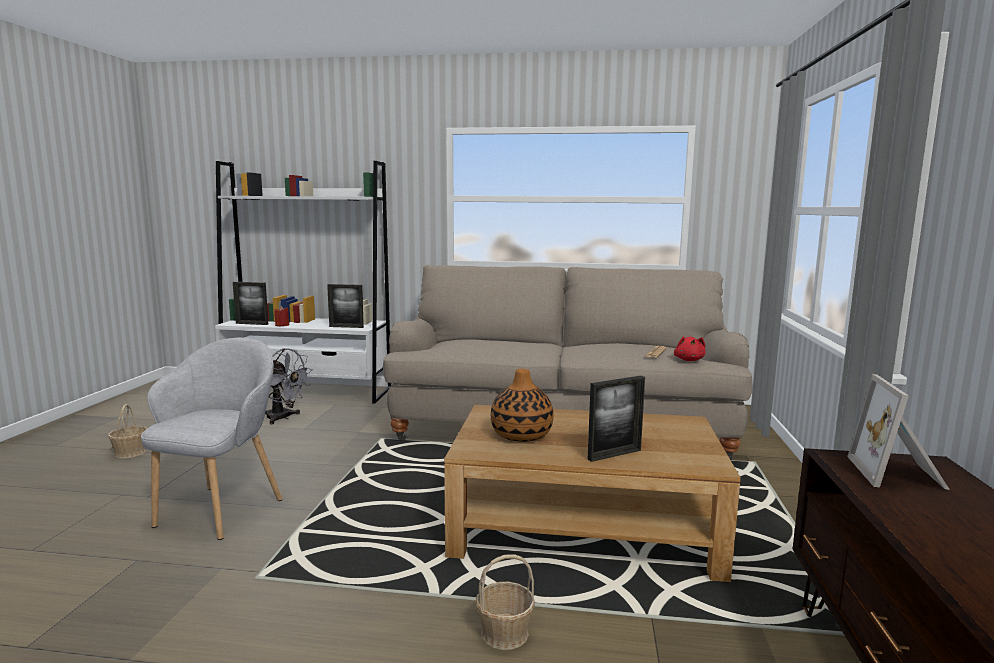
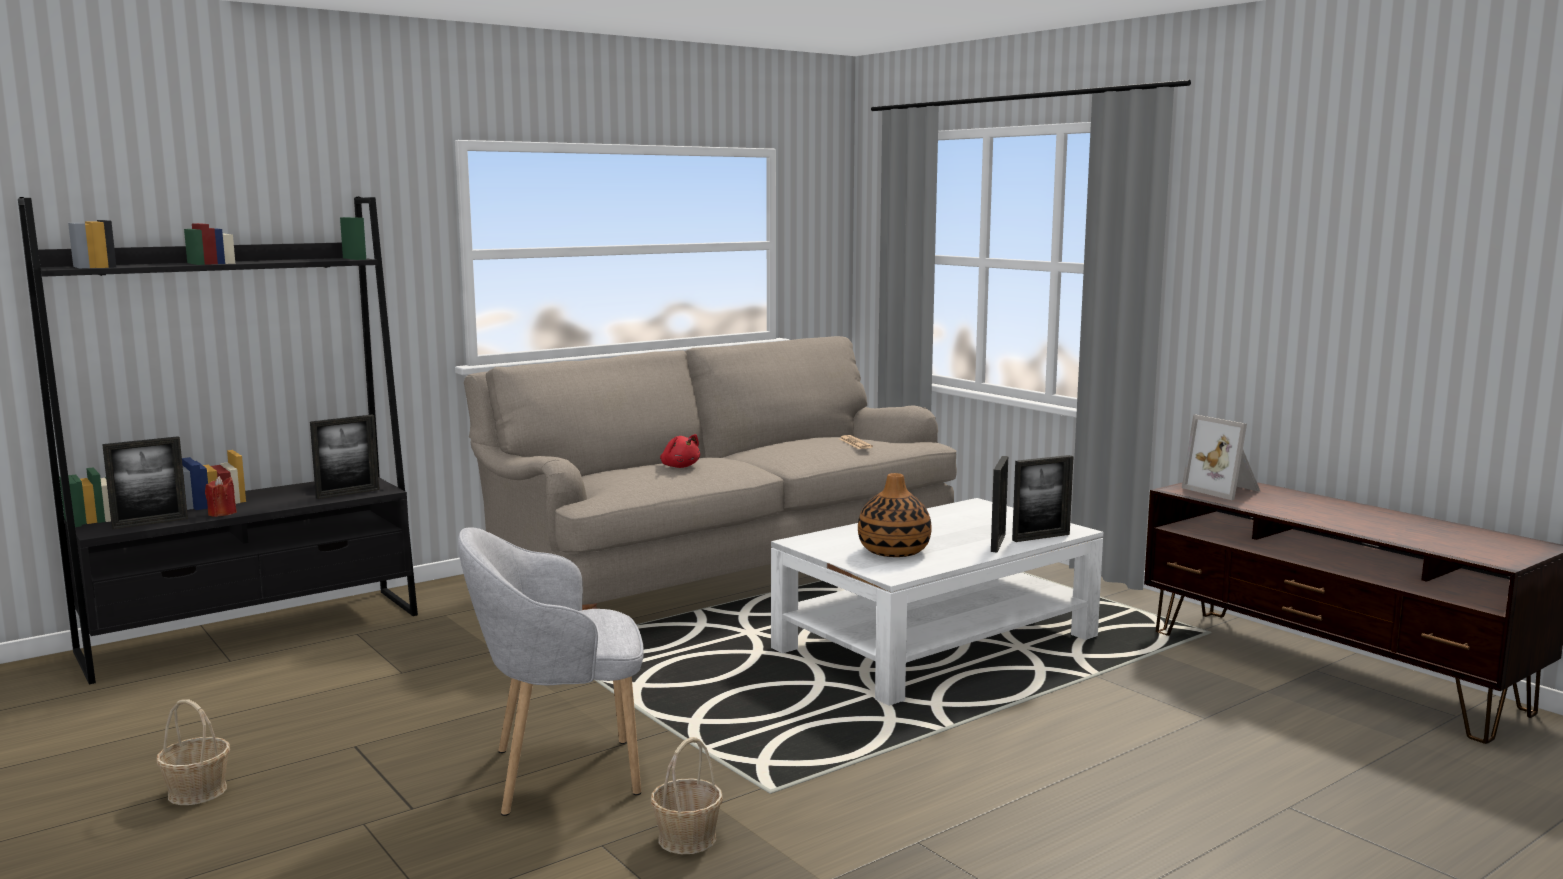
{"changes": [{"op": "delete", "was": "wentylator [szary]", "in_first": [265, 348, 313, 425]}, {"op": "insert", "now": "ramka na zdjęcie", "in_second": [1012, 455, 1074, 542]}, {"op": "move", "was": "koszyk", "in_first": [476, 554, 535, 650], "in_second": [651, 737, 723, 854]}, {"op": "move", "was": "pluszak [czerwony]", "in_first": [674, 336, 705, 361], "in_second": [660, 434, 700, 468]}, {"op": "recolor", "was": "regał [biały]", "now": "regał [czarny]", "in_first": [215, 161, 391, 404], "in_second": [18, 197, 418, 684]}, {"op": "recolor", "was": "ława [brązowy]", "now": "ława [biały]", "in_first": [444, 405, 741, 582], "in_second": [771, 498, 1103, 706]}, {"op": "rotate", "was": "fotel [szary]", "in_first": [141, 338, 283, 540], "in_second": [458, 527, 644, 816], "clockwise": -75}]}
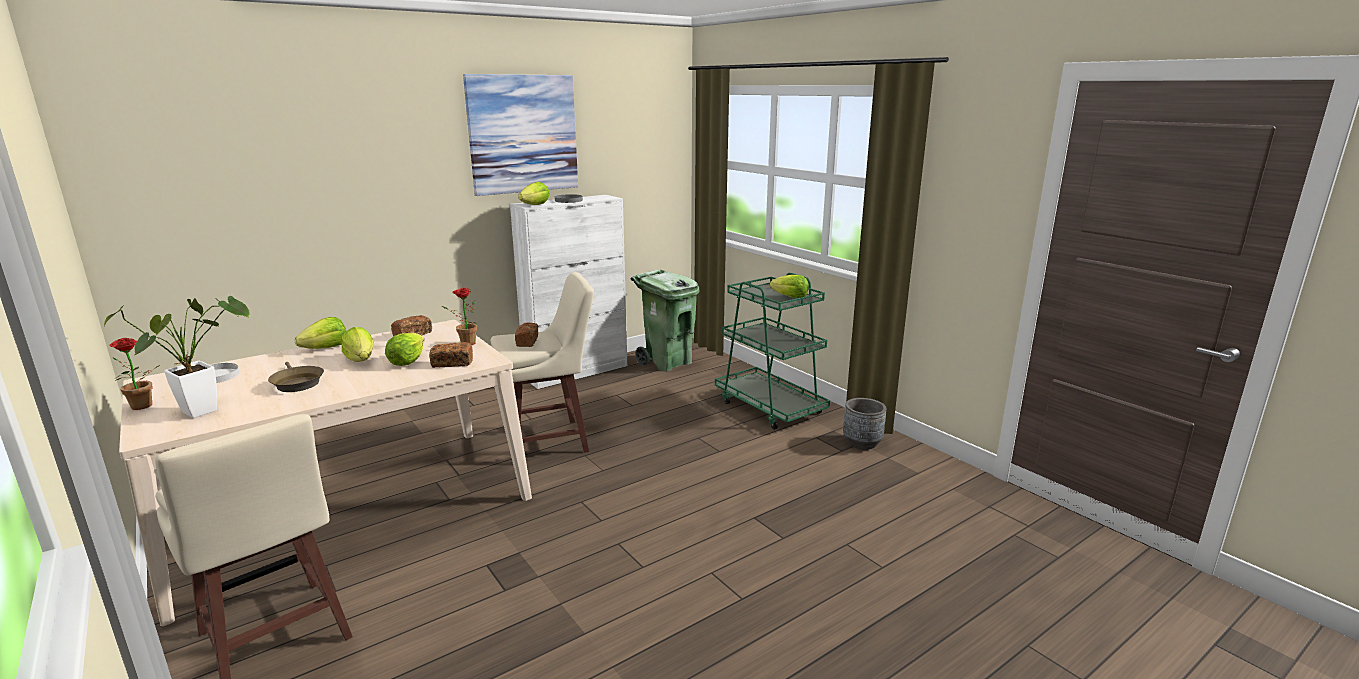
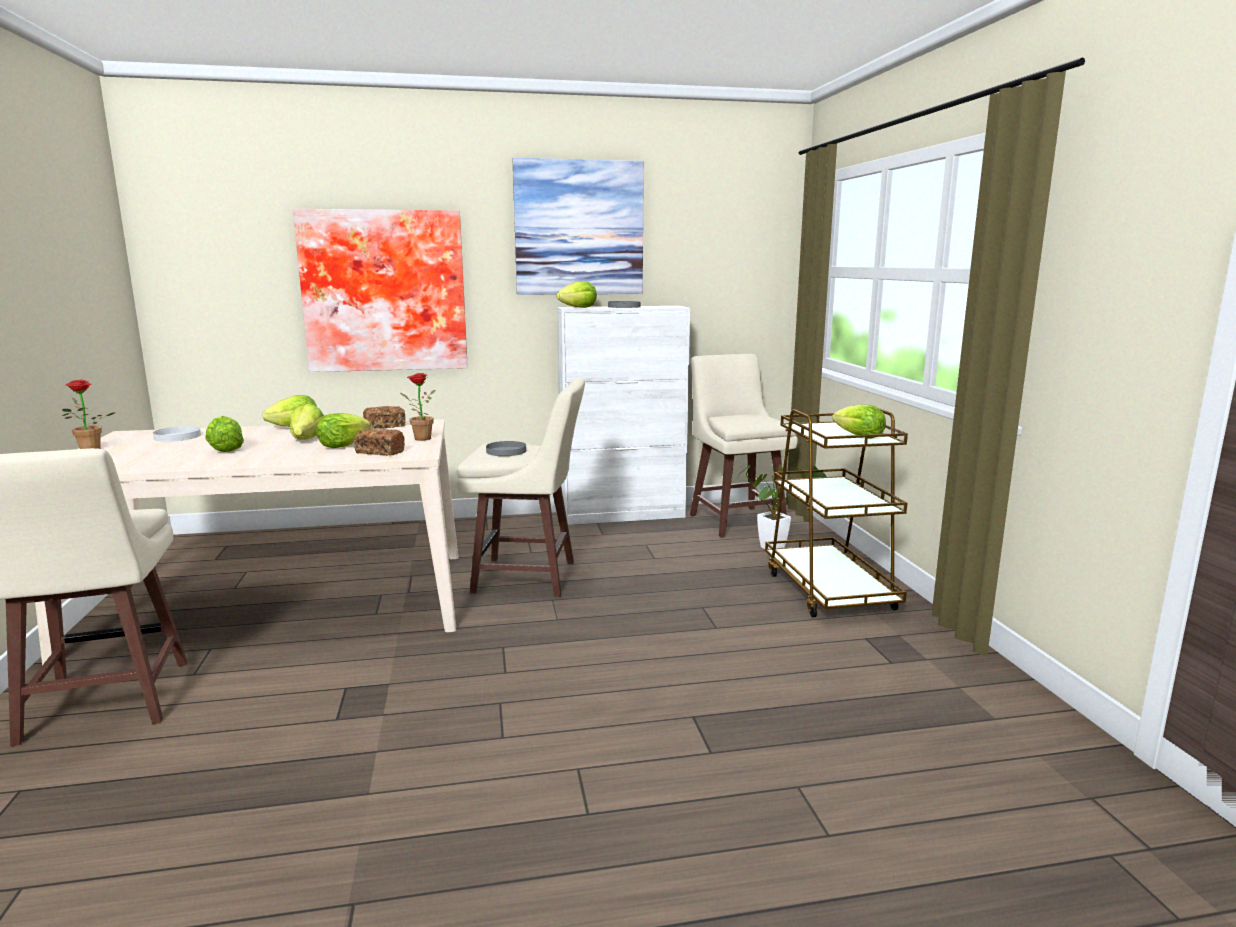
{"changes": [{"op": "delete", "was": "donica [szary]", "in_first": [843, 398, 886, 450]}, {"op": "insert", "now": "obraz", "in_second": [293, 209, 468, 372]}, {"op": "move", "was": "roślina doniczkowa", "in_first": [104, 296, 250, 418], "in_second": [738, 465, 827, 549]}, {"op": "replace", "was": "patelnia [brązowy]", "now": "sałata", "in_first": [268, 362, 324, 392], "in_second": [205, 416, 244, 452]}, {"op": "replace", "was": "chleb", "now": "talerz [szary]", "in_first": [515, 323, 538, 347], "in_second": [486, 441, 526, 456]}, {"op": "replace", "was": "kosz na śmieci [zielony]", "now": "stołek [beżowy]", "in_first": [631, 270, 700, 372], "in_second": [690, 354, 798, 538]}, {"op": "recolor", "was": "wózek [zielony]", "now": "wózek [brązowy]", "in_first": [715, 273, 830, 430], "in_second": [765, 408, 908, 617]}]}
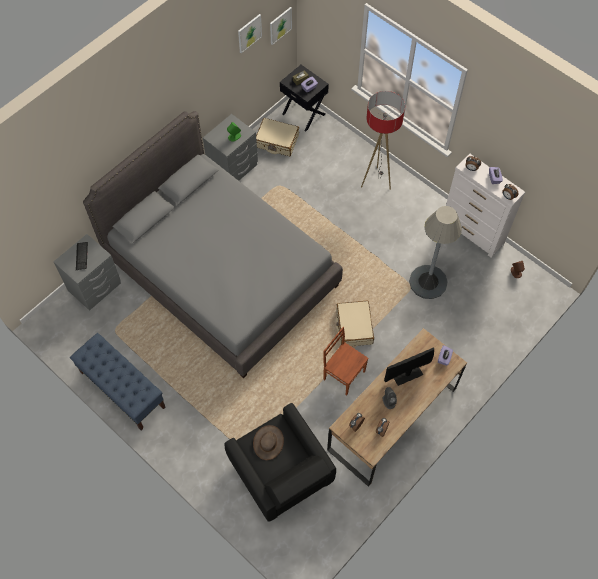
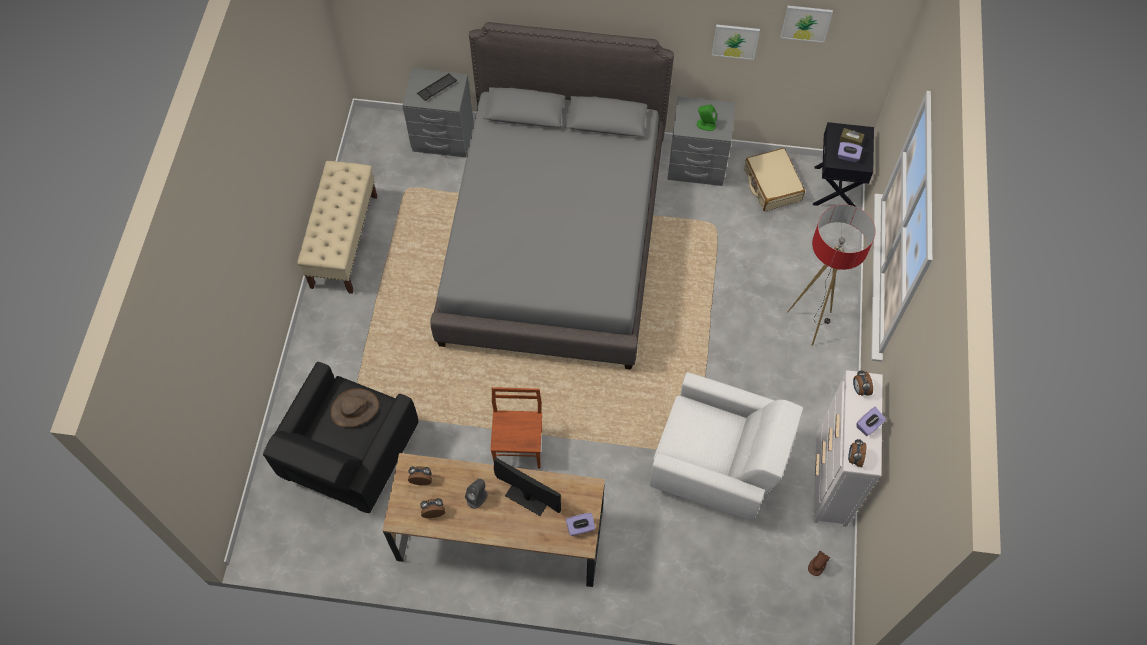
{"changes": [{"op": "delete", "was": "walizka [beżowy]", "in_first": [336, 301, 374, 346]}, {"op": "move", "was": "obraz", "in_first": [270, 7, 292, 45], "in_second": [712, 24, 760, 60]}, {"op": "replace", "was": "lampa stojąca [szary]", "now": "fotel [biały]", "in_first": [409, 206, 462, 299], "in_second": [649, 372, 803, 521]}, {"op": "recolor", "was": "ławka [niebieski]", "now": "ławka [beżowy]", "in_first": [70, 333, 165, 430], "in_second": [297, 161, 377, 294]}]}
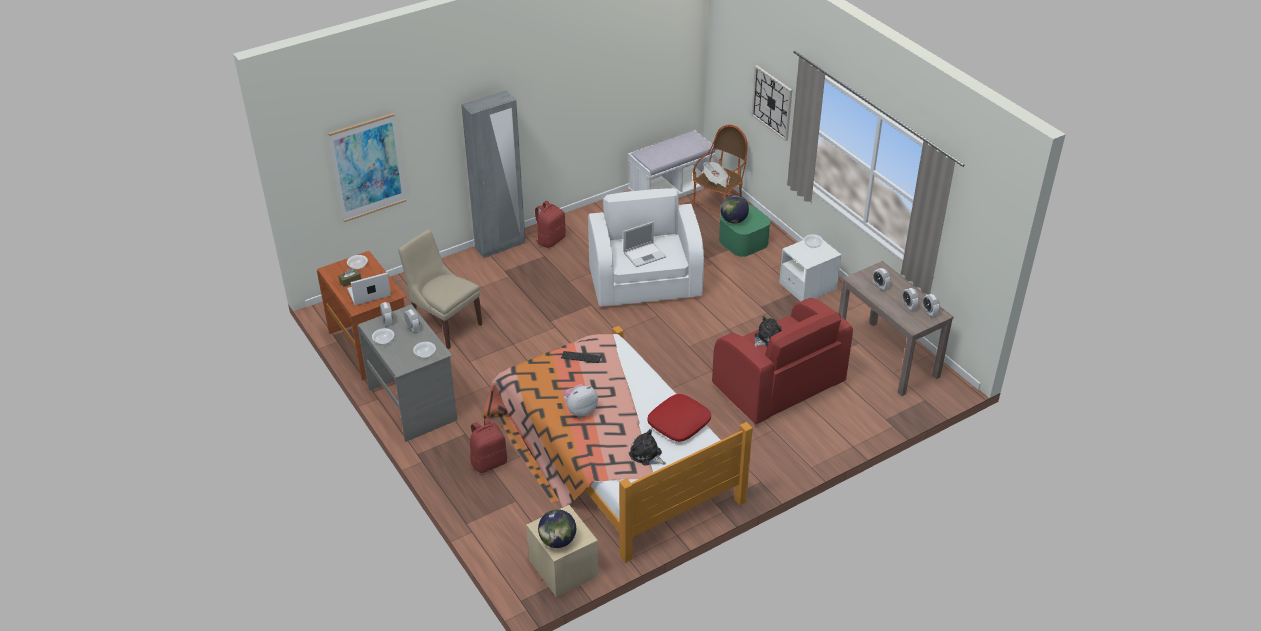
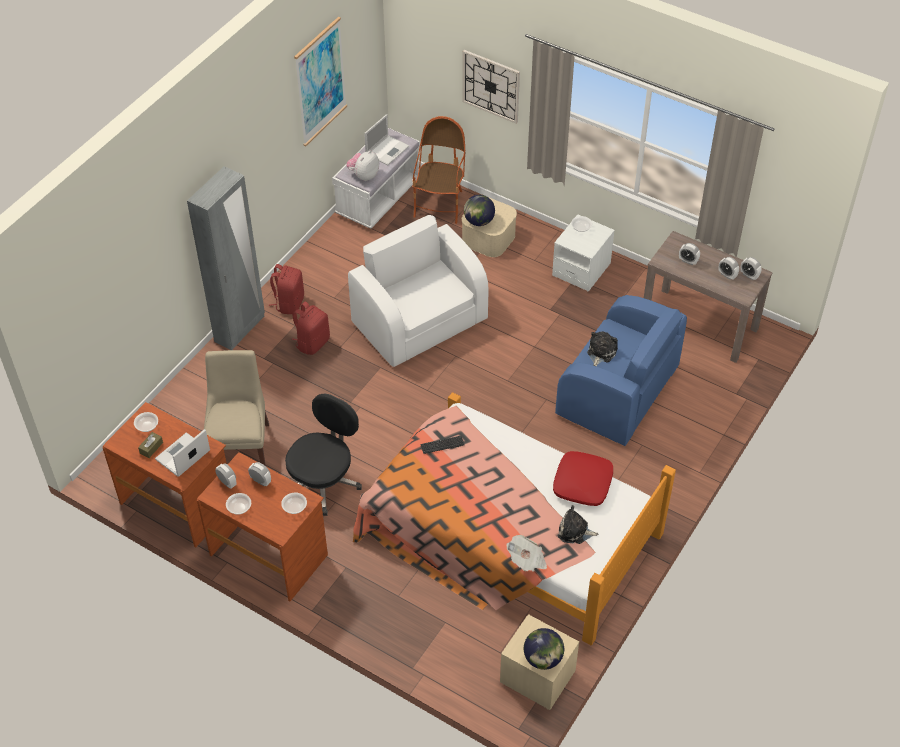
{"changes": [{"op": "insert", "now": "krzesło biurowe [czarny]", "in_second": [285, 394, 362, 516]}, {"op": "move", "was": "obraz", "in_first": [328, 113, 406, 222], "in_second": [294, 17, 347, 146]}, {"op": "move", "was": "plecak [czerwony]", "in_first": [470, 418, 507, 473], "in_second": [292, 302, 330, 355]}, {"op": "move", "was": "pluszak", "in_first": [563, 384, 598, 417], "in_second": [346, 150, 379, 181]}, {"op": "move", "was": "laptop", "in_first": [623, 222, 666, 267], "in_second": [364, 114, 409, 165]}, {"op": "move", "was": "gazeta", "in_first": [703, 162, 730, 187], "in_second": [506, 535, 547, 572]}, {"op": "recolor", "was": "biurko [szary]", "now": "biurko [brązowy]", "in_first": [357, 304, 457, 442], "in_second": [197, 452, 328, 601]}, {"op": "recolor", "was": "fotel [czerwony]", "now": "fotel [niebieski]", "in_first": [712, 298, 853, 424], "in_second": [555, 295, 687, 446]}, {"op": "recolor", "was": "pojemnik do przechowywania [zielony]", "now": "pojemnik do przechowywania [beżowy]", "in_first": [719, 205, 771, 257], "in_second": [462, 198, 517, 257]}, {"op": "rotate", "was": "krzesło [beżowy]", "in_first": [398, 230, 482, 349], "in_second": [204, 350, 269, 466], "clockwise": 75}]}
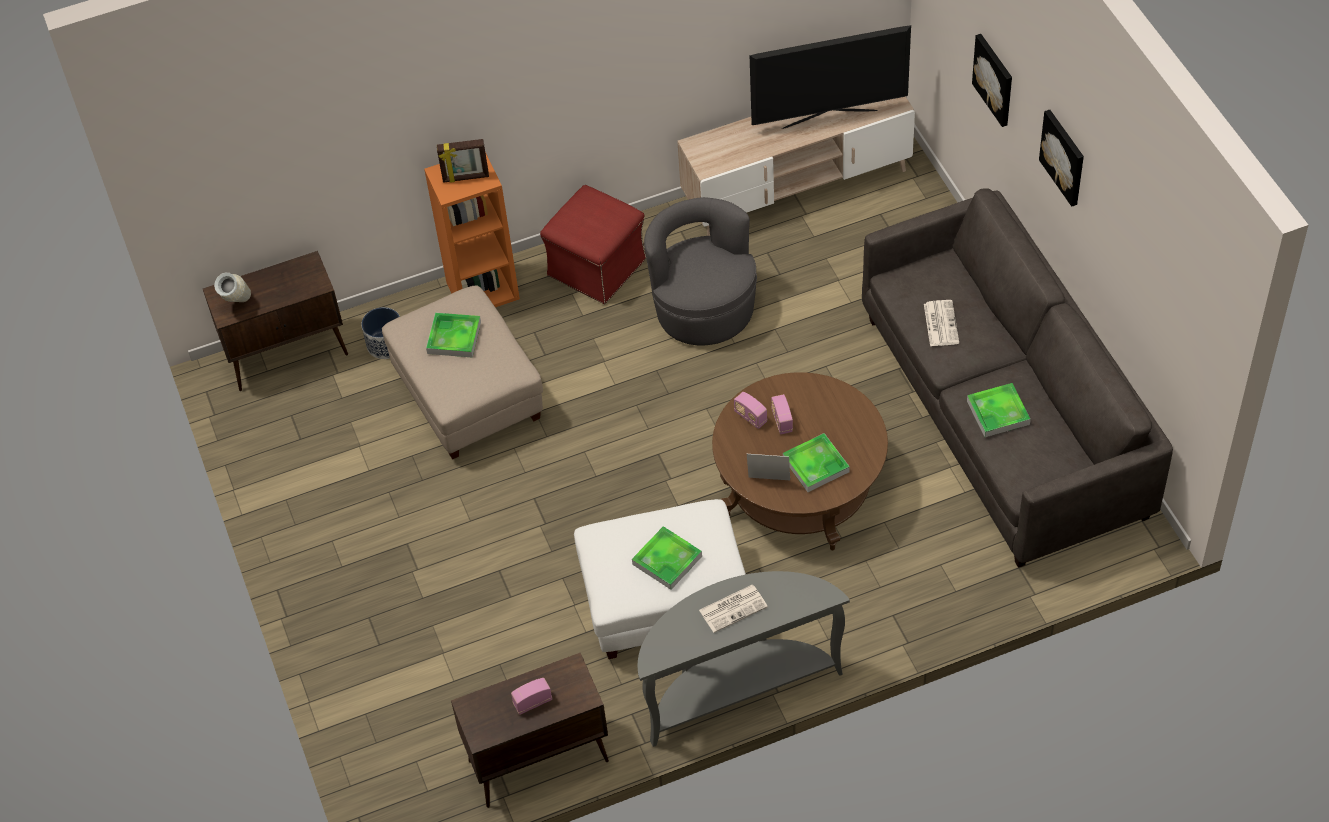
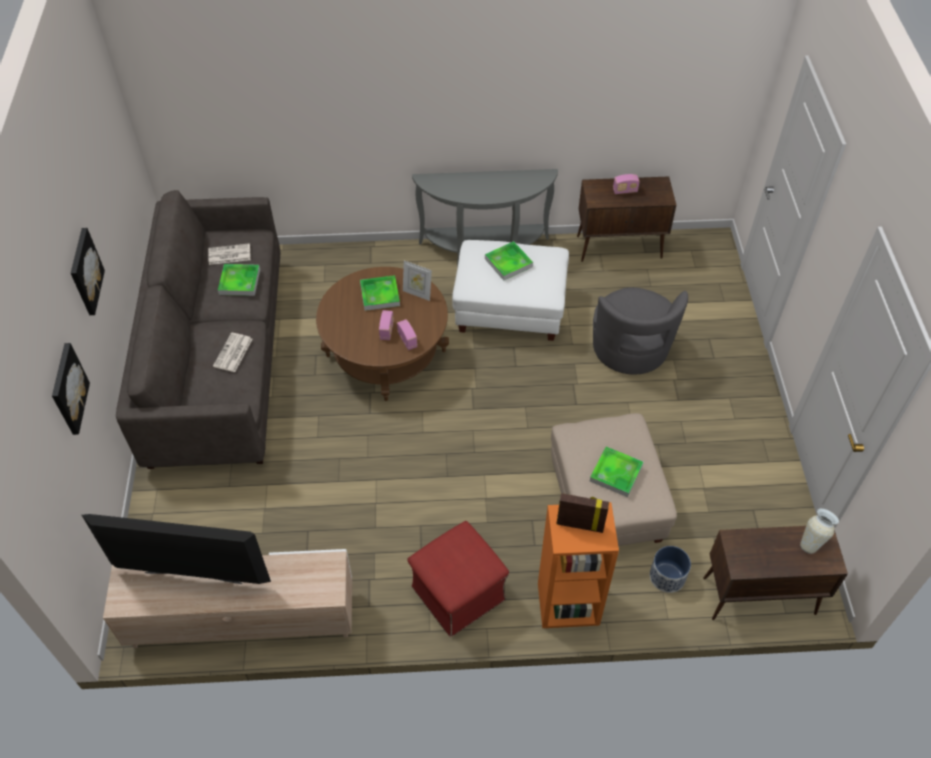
{"changes": [{"op": "move", "was": "fotel [szary]", "in_first": [644, 197, 757, 346], "in_second": [593, 287, 688, 375]}, {"op": "move", "was": "gazeta", "in_first": [699, 585, 768, 633], "in_second": [208, 243, 251, 265]}]}
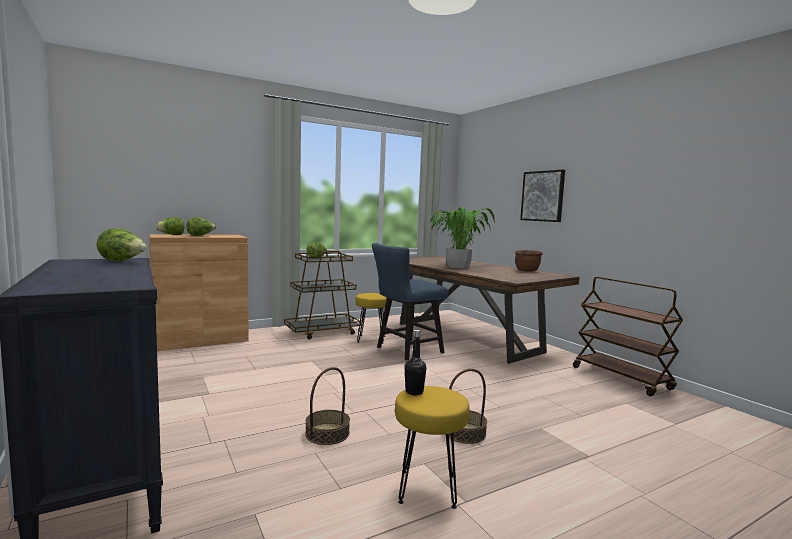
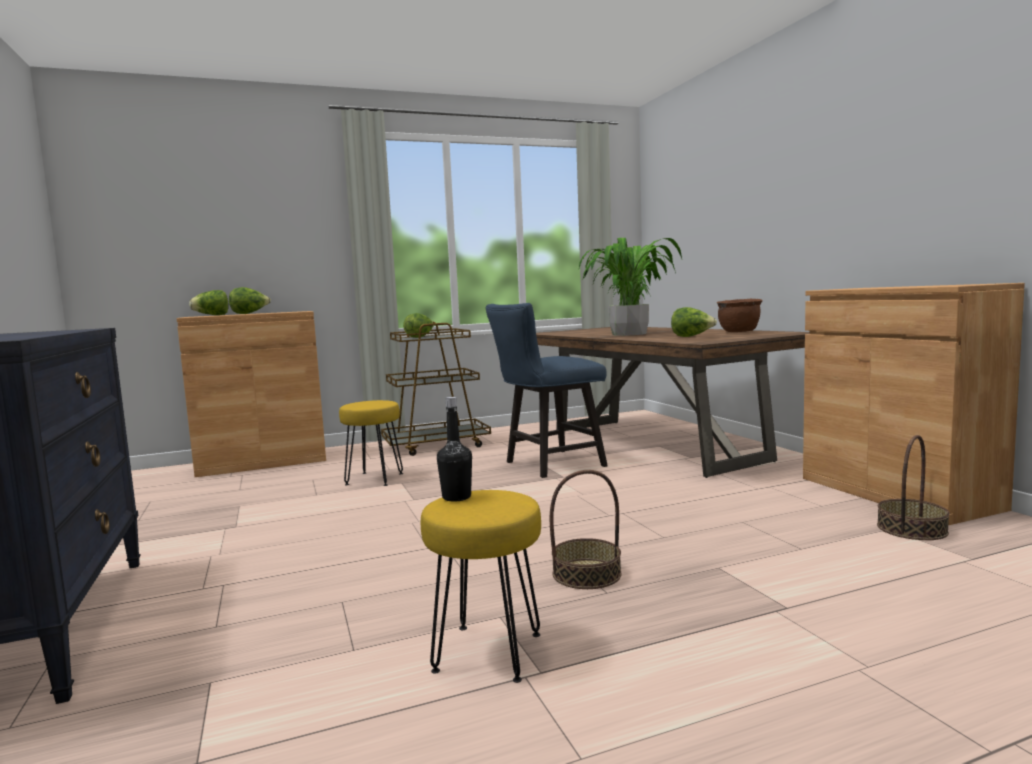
{"changes": [{"op": "delete", "was": "obraz", "in_first": [520, 170, 565, 222]}, {"op": "move", "was": "sałata", "in_first": [96, 228, 147, 261], "in_second": [671, 307, 717, 337]}, {"op": "move", "was": "koszyk", "in_first": [305, 367, 350, 445], "in_second": [877, 435, 950, 540]}, {"op": "move", "was": "stołek [żółty]", "in_first": [355, 293, 387, 344], "in_second": [339, 400, 403, 486]}, {"op": "replace", "was": "wózek [brązowy]", "now": "szafka [brązowy]", "in_first": [573, 277, 683, 396], "in_second": [803, 283, 1025, 525]}]}
